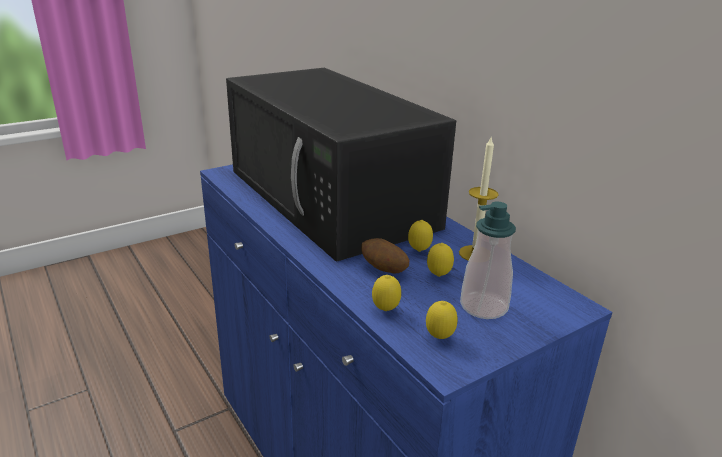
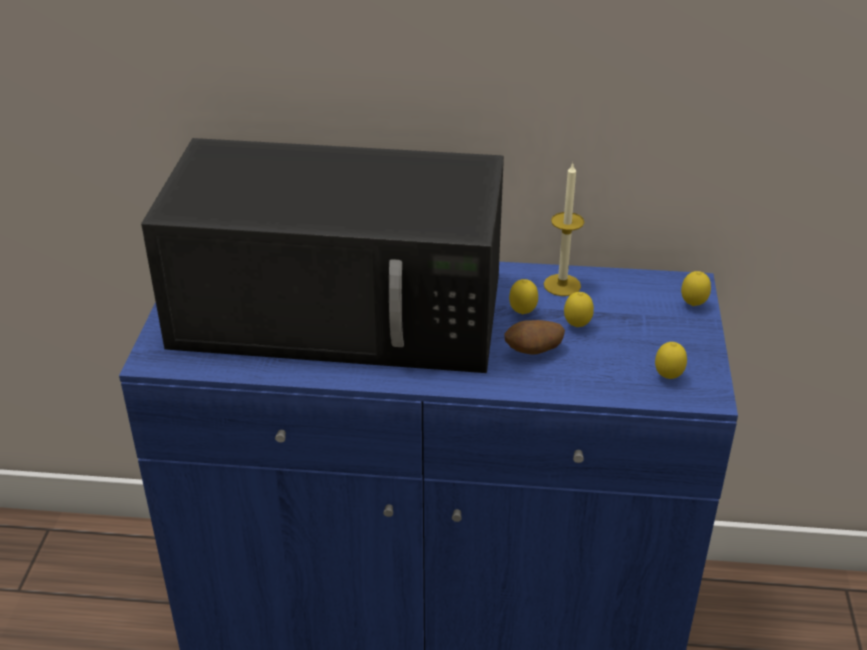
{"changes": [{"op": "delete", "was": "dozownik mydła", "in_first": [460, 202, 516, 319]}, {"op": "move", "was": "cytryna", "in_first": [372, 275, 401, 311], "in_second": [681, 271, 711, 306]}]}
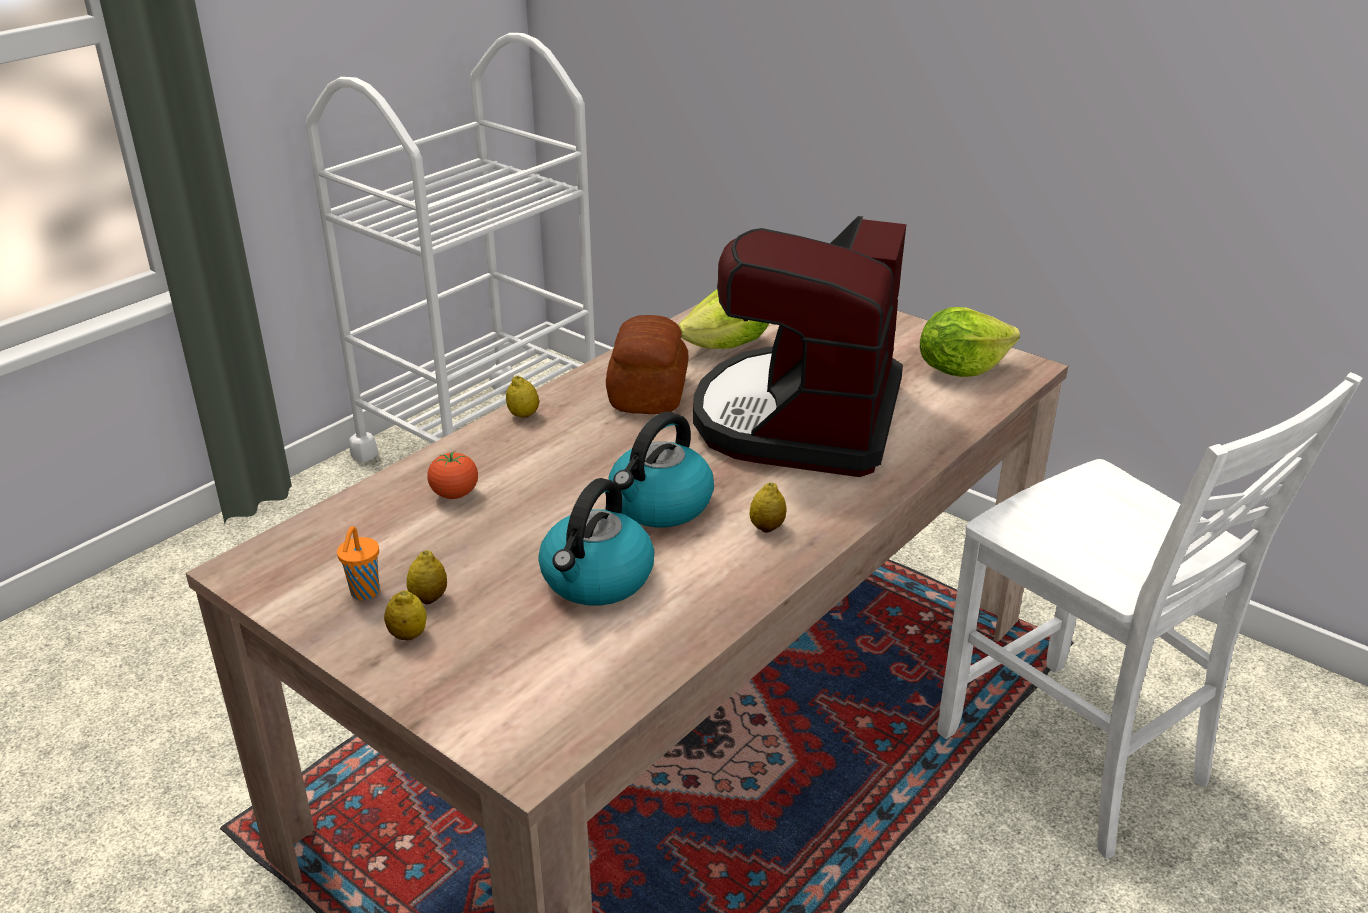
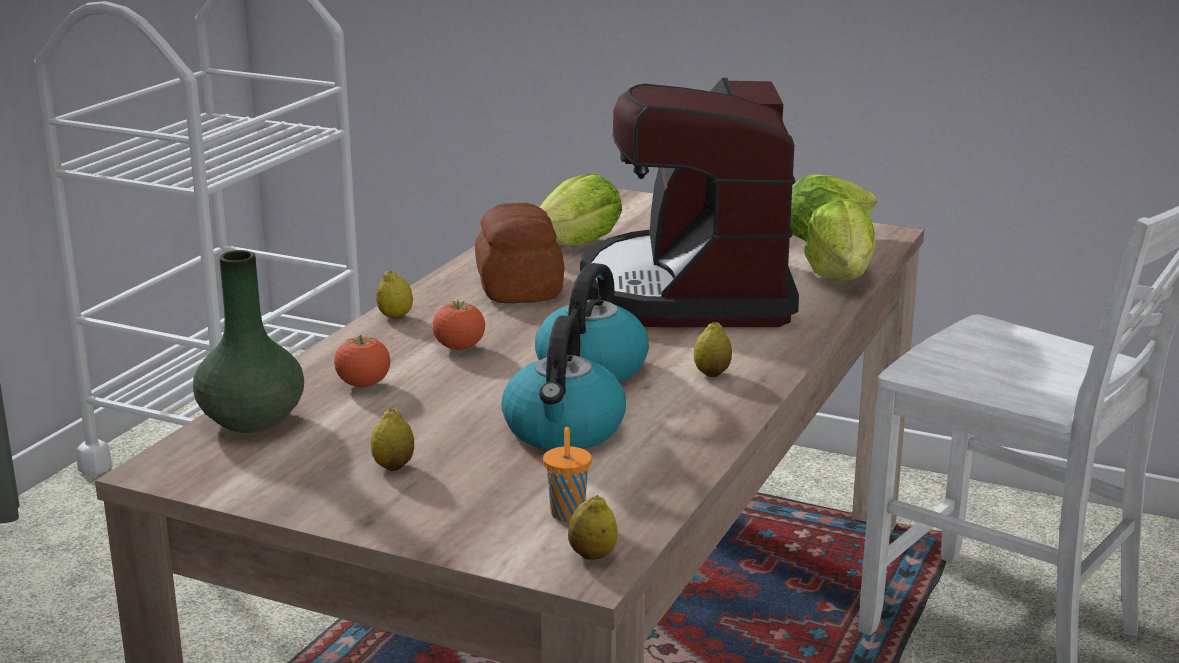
{"changes": [{"op": "insert", "now": "wazon [zielony]", "in_second": [193, 250, 304, 433]}, {"op": "insert", "now": "pomidor", "in_second": [432, 300, 485, 350]}, {"op": "insert", "now": "sałata", "in_second": [804, 199, 876, 281]}, {"op": "move", "was": "filiżanka [pomarańczowy]", "in_first": [337, 526, 379, 600], "in_second": [543, 427, 592, 521]}, {"op": "move", "was": "cytryna", "in_first": [384, 590, 427, 640], "in_second": [568, 495, 618, 560]}]}
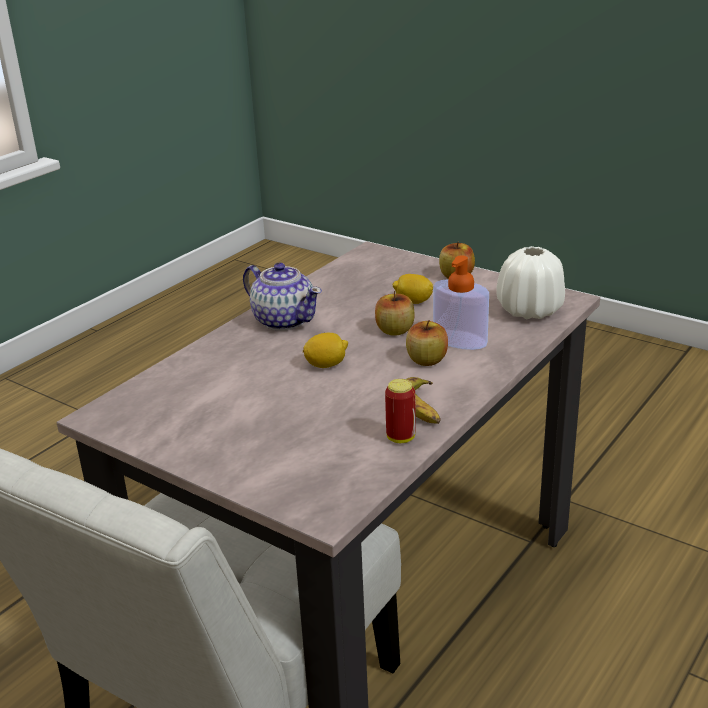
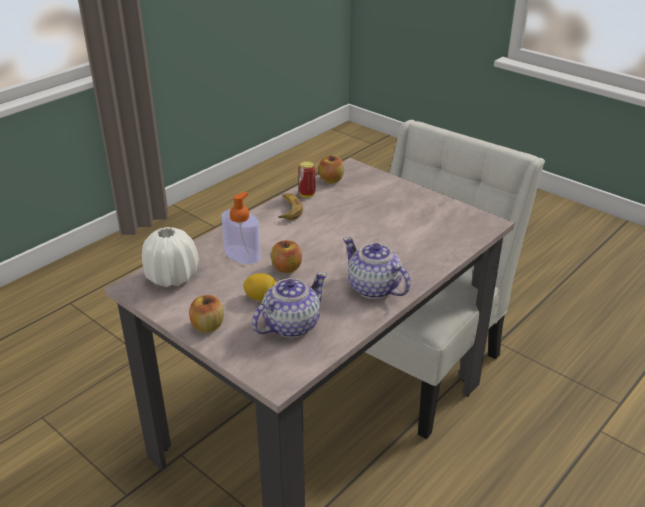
{"changes": [{"op": "delete", "was": "cytryna", "in_first": [303, 333, 348, 368]}, {"op": "insert", "now": "imbryk", "in_second": [252, 272, 327, 338]}, {"op": "move", "was": "jabłko", "in_first": [406, 320, 448, 366], "in_second": [319, 155, 344, 184]}]}
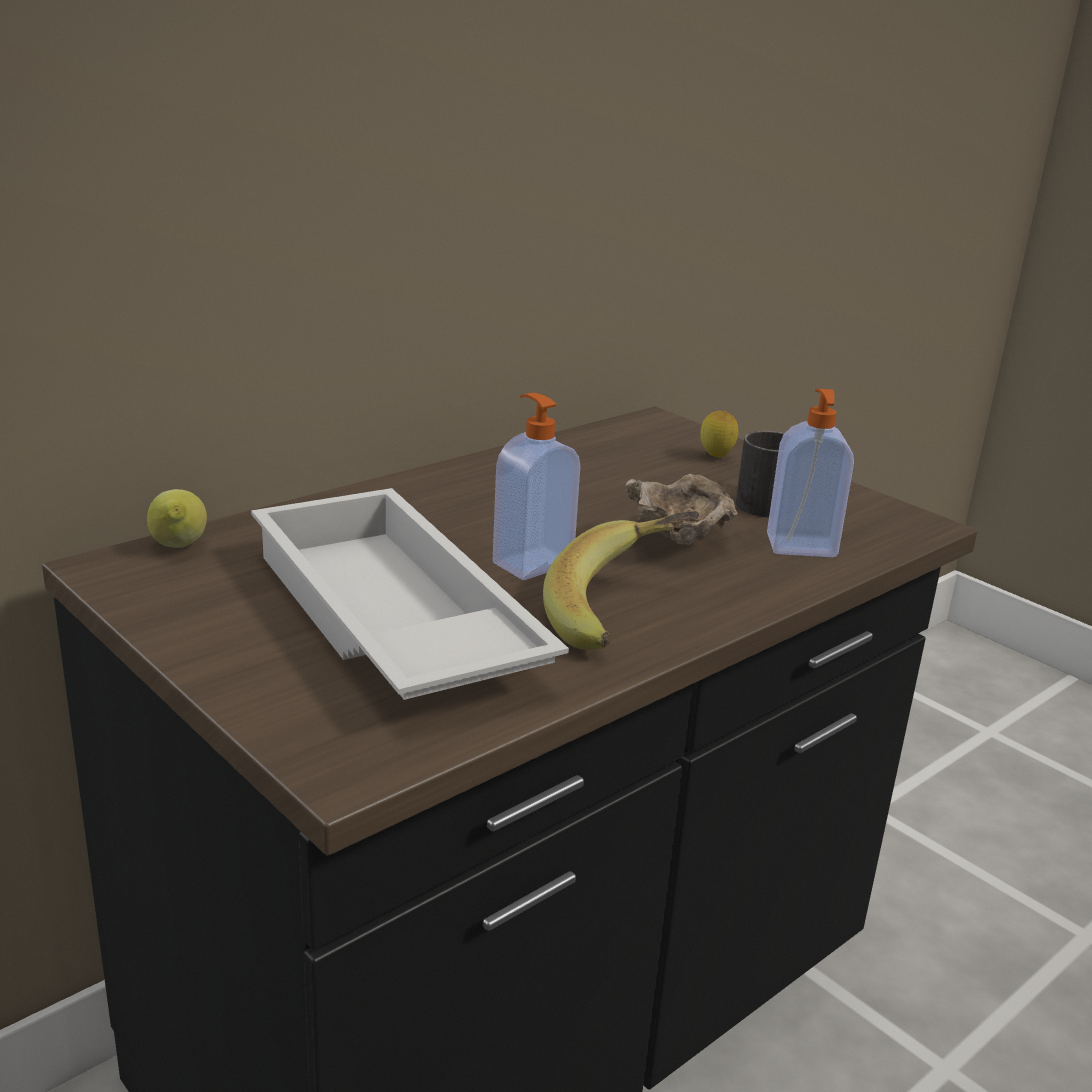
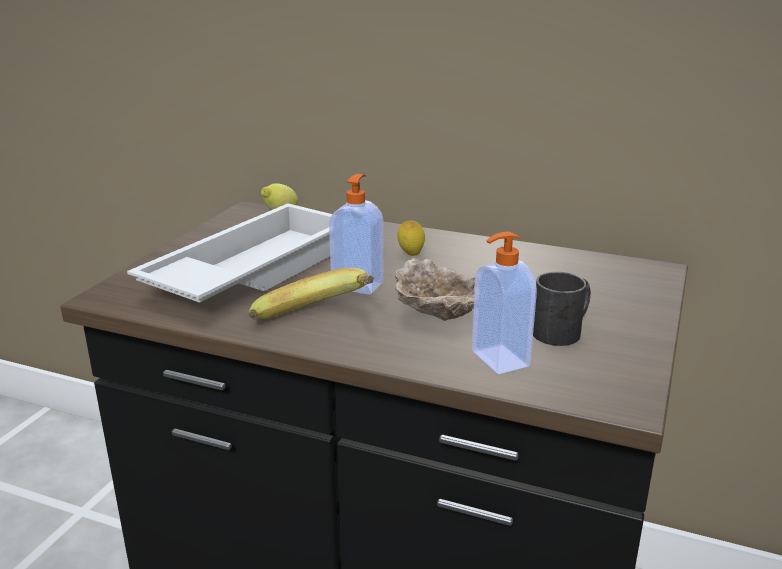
{"changes": [{"op": "move", "was": "cytryna", "in_first": [700, 411, 739, 458], "in_second": [397, 221, 425, 256]}]}
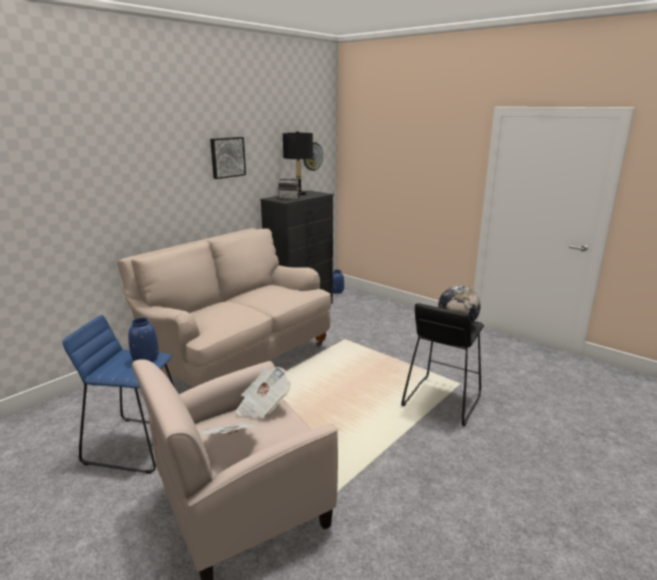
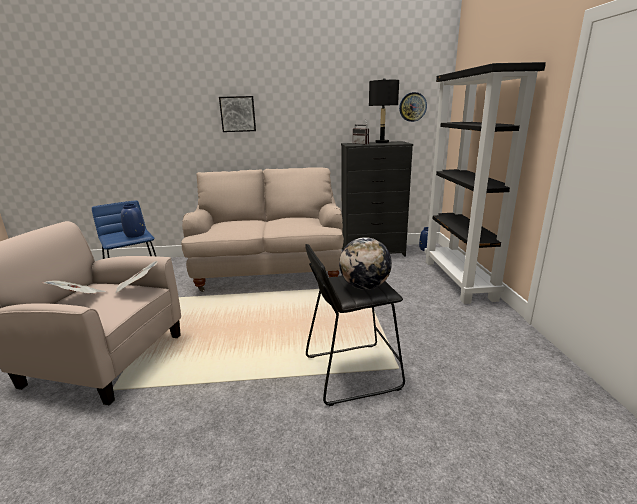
{"changes": [{"op": "insert", "now": "regał [czarny]", "in_second": [424, 62, 546, 304]}, {"op": "move", "was": "obraz", "in_first": [210, 137, 246, 179], "in_second": [219, 96, 256, 132]}]}
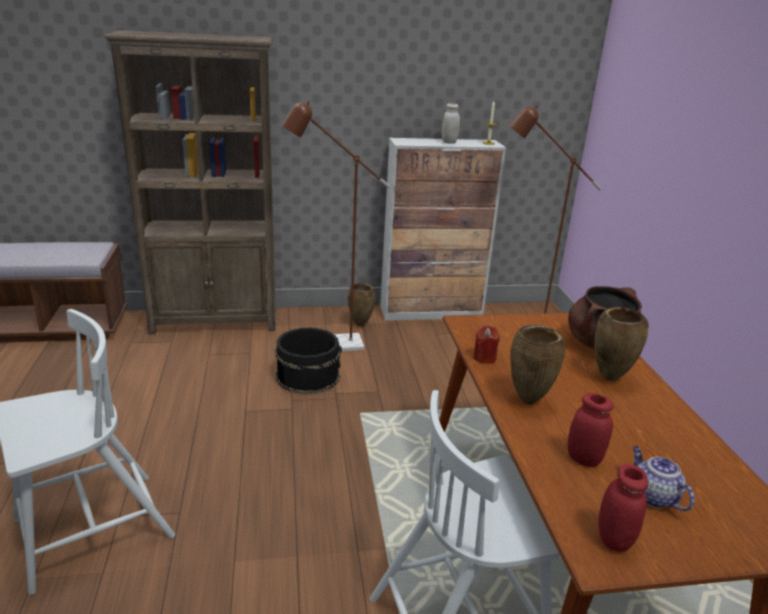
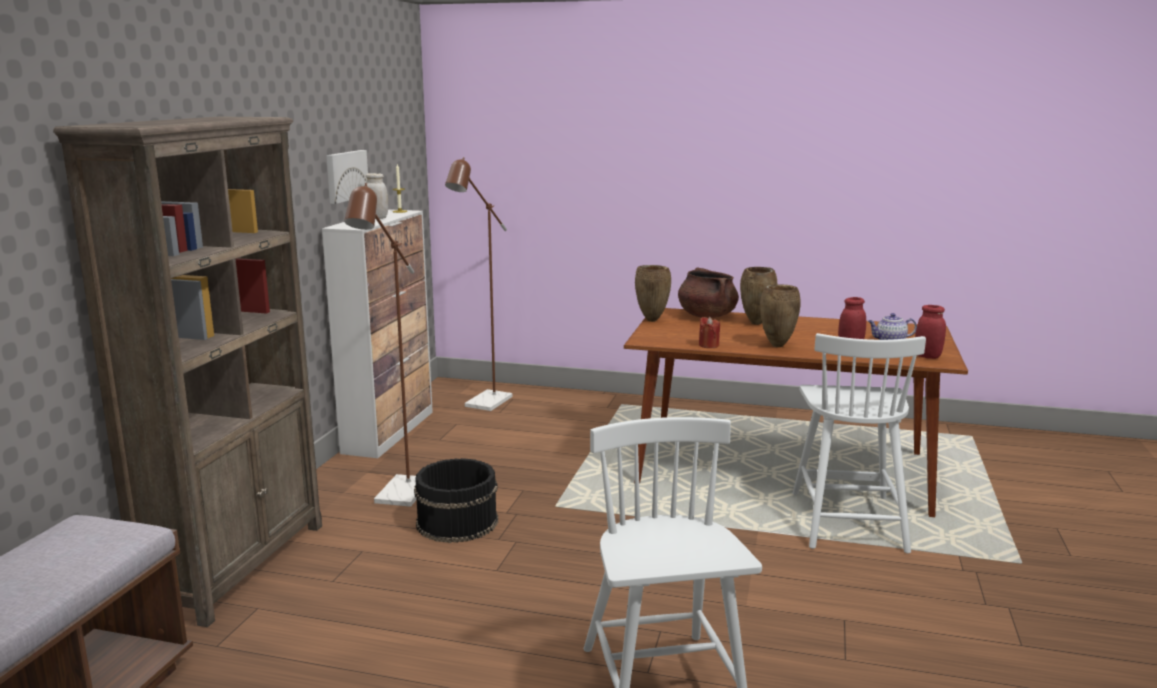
{"changes": [{"op": "insert", "now": "obraz", "in_second": [326, 150, 368, 204]}, {"op": "move", "was": "wazon [brązowy]", "in_first": [348, 282, 376, 326], "in_second": [635, 265, 671, 322]}]}
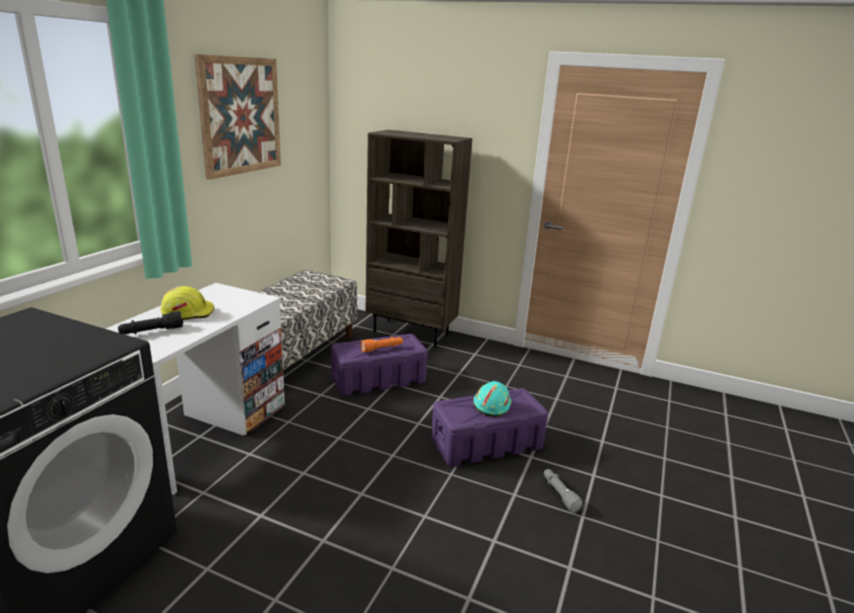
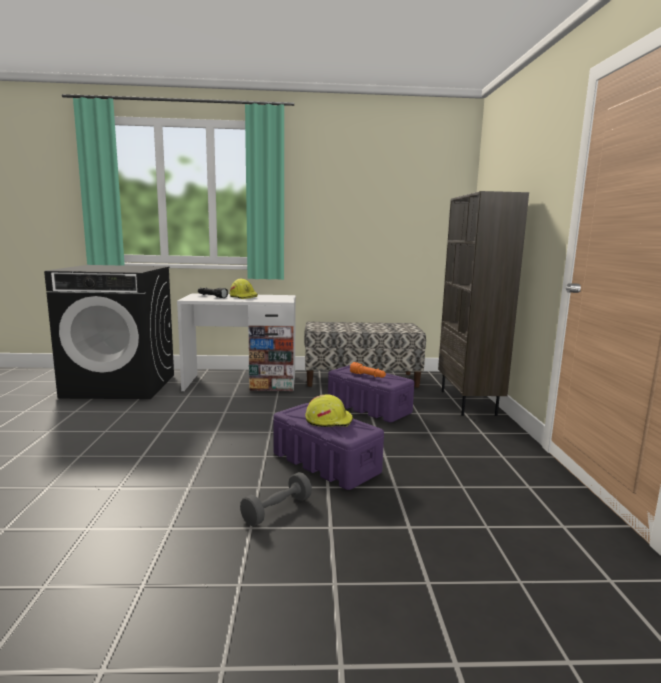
{"changes": [{"op": "delete", "was": "obraz", "in_first": [194, 54, 281, 180]}, {"op": "replace", "was": "latarka [szary]", "now": "hantel [szary]", "in_first": [544, 469, 584, 514], "in_second": [240, 472, 312, 526]}, {"op": "recolor", "was": "kask [turkusowy]", "now": "kask [żółty]", "in_first": [473, 381, 512, 417], "in_second": [305, 394, 353, 427]}]}
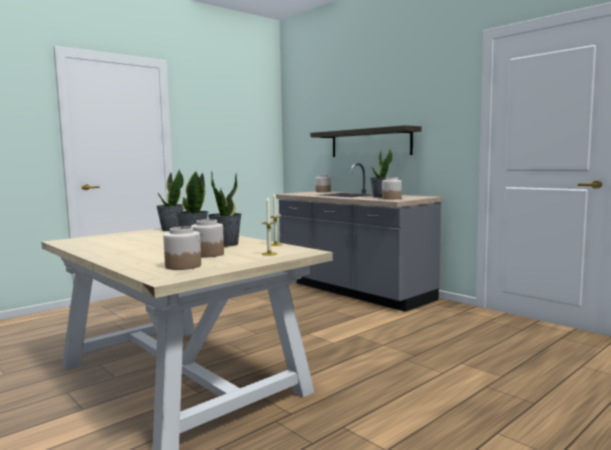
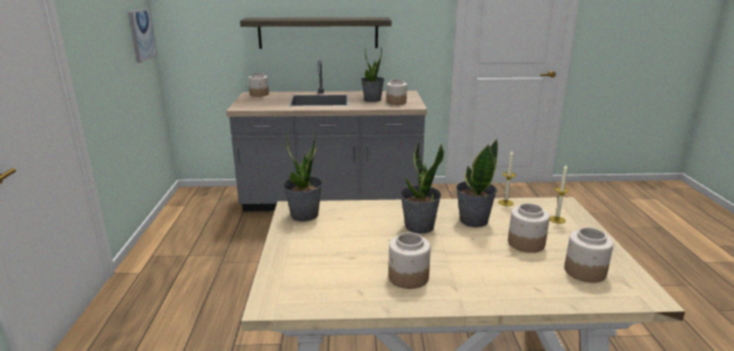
{"changes": [{"op": "insert", "now": "obraz", "in_second": [128, 8, 157, 63]}, {"op": "insert", "now": "słoik", "in_second": [388, 232, 431, 289]}]}
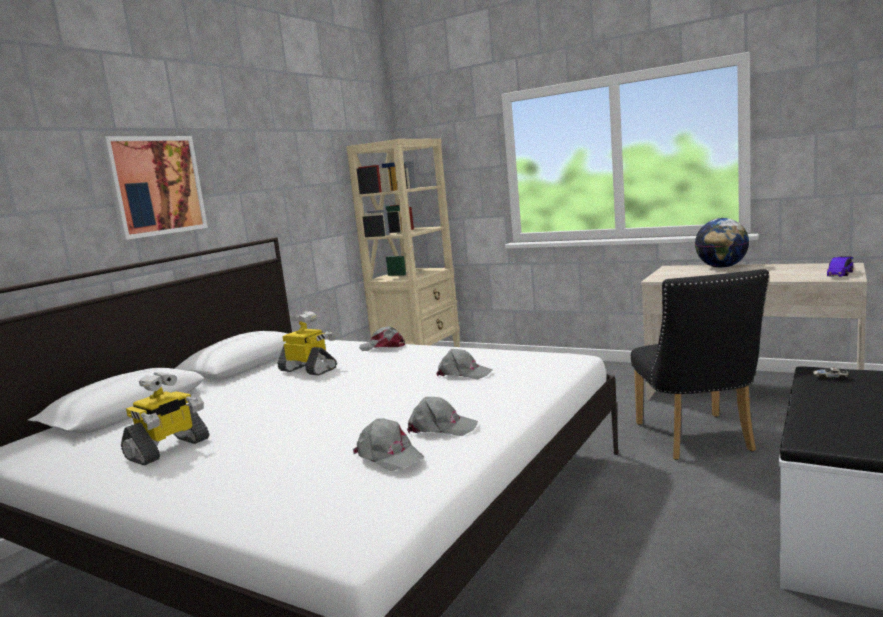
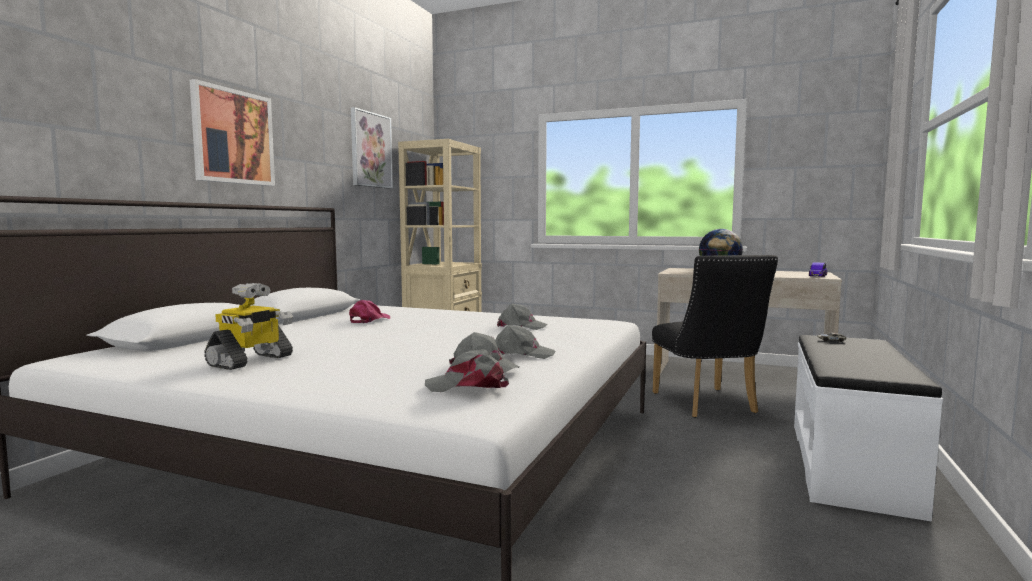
{"changes": [{"op": "insert", "now": "obraz", "in_second": [351, 107, 393, 189]}, {"op": "move", "was": "czapka z daszkiem [szary]", "in_first": [359, 326, 405, 351], "in_second": [425, 349, 509, 392]}, {"op": "replace", "was": "robot zabawkowy", "now": "czapka z daszkiem [różowy]", "in_first": [277, 311, 337, 375], "in_second": [349, 300, 390, 323]}]}
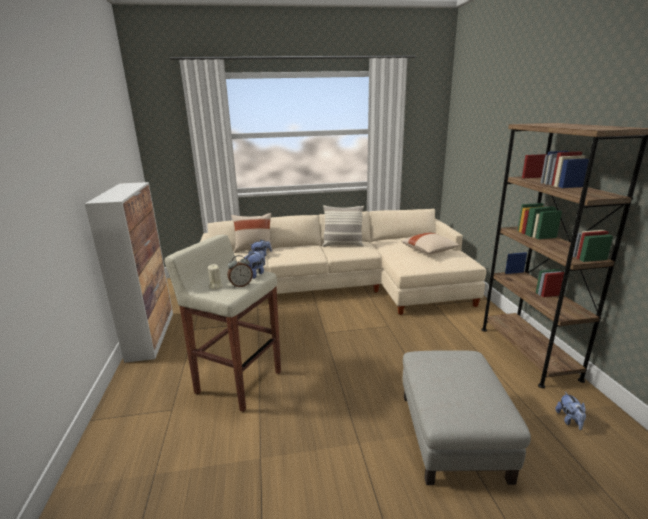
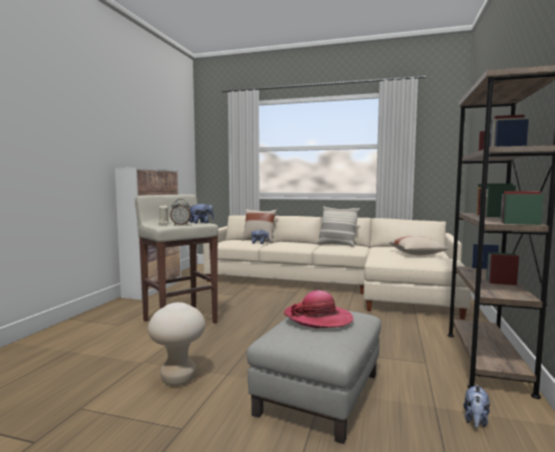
{"changes": [{"op": "insert", "now": "stołek [beżowy]", "in_second": [148, 302, 205, 386]}, {"op": "insert", "now": "kapelusz", "in_second": [284, 290, 353, 329]}]}
